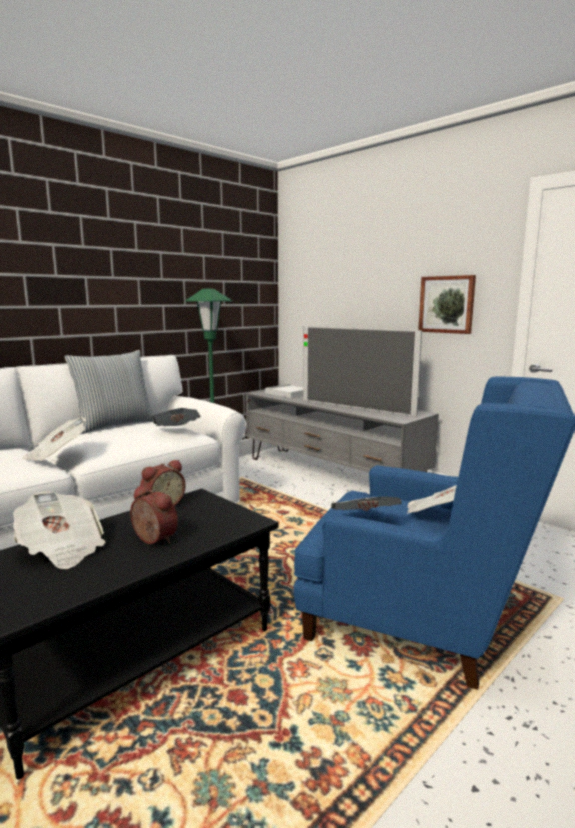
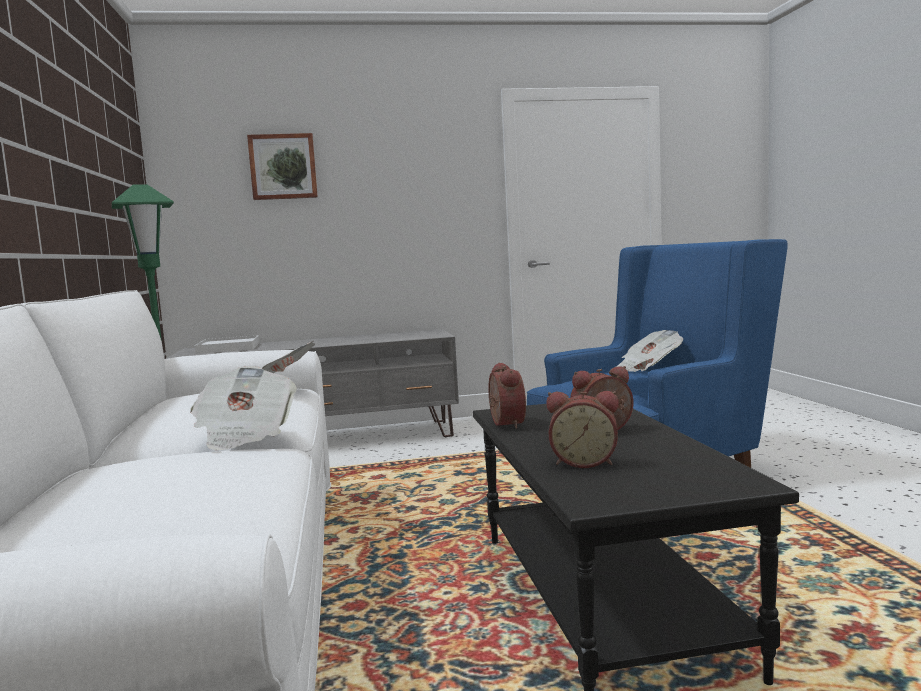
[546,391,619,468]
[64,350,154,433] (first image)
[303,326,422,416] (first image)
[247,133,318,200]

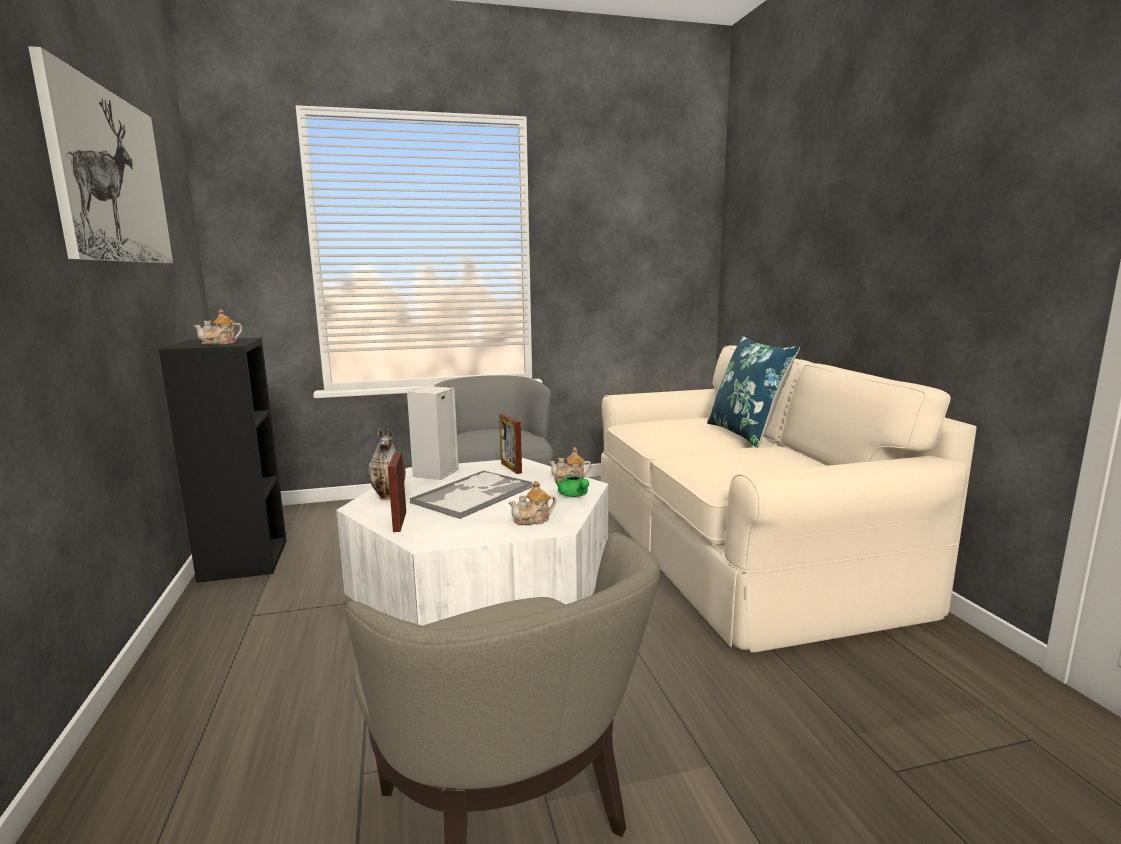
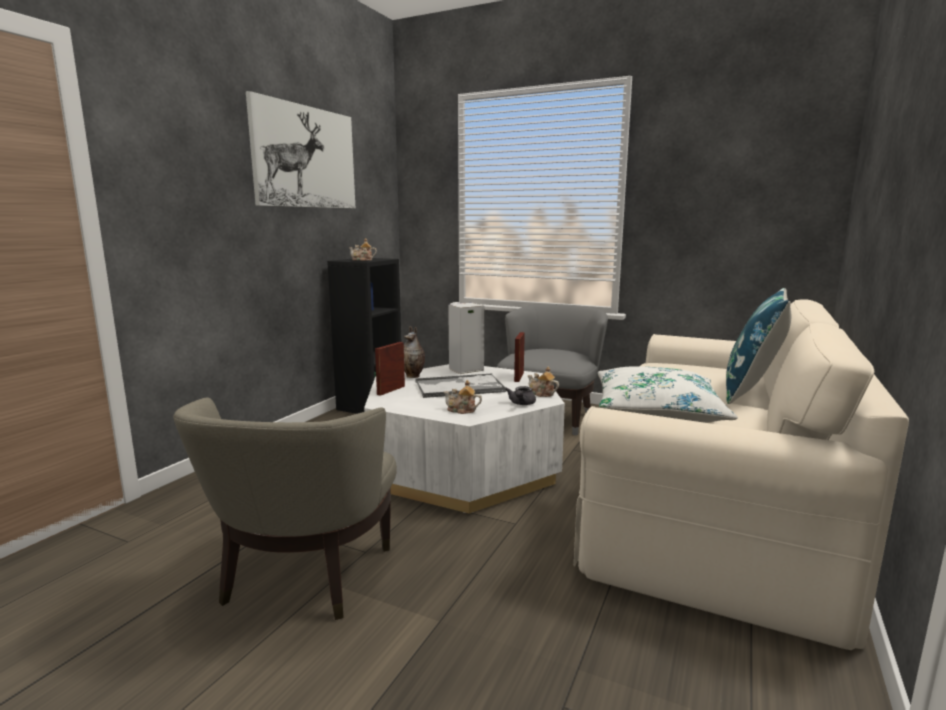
[505,386,536,405]
[598,366,738,423]

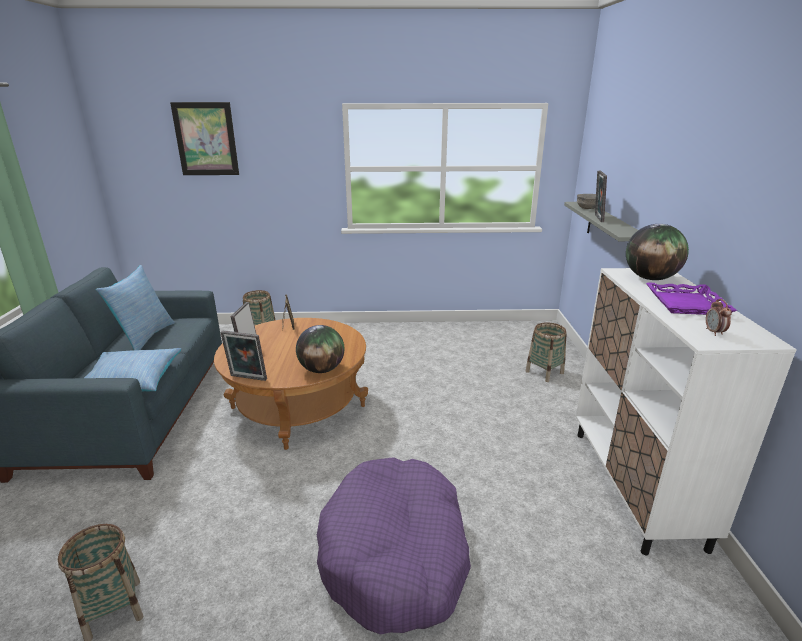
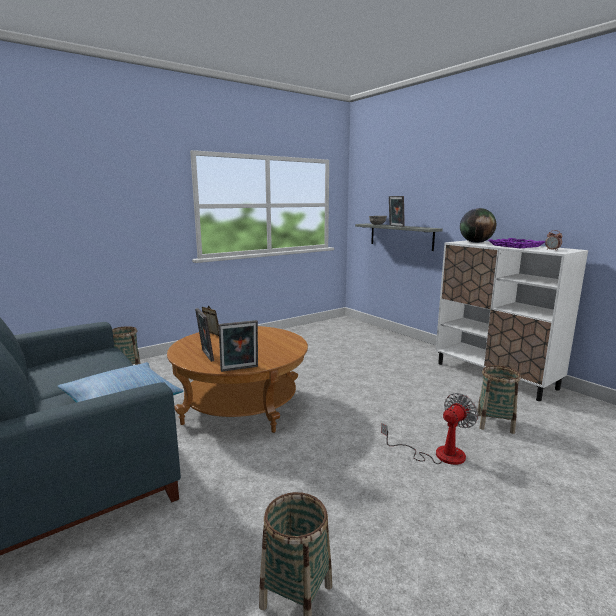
[96,265,175,350] (first image)
[170,102,239,175] (first image)
[296,325,344,373] (first image)
[381,393,478,465]
[477,365,521,434]

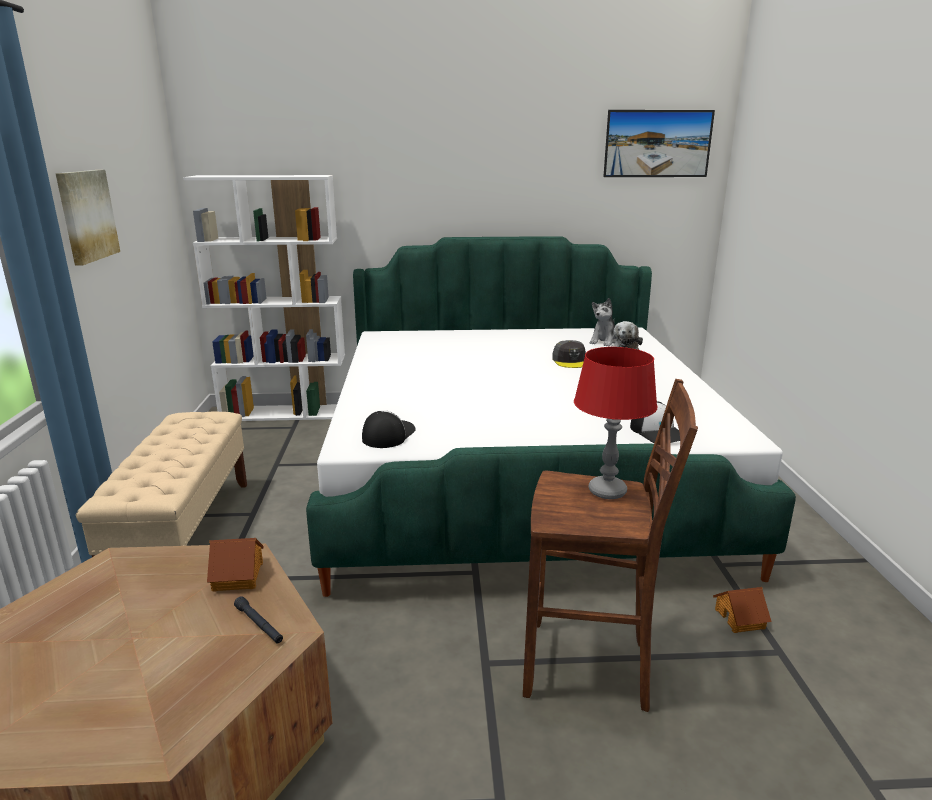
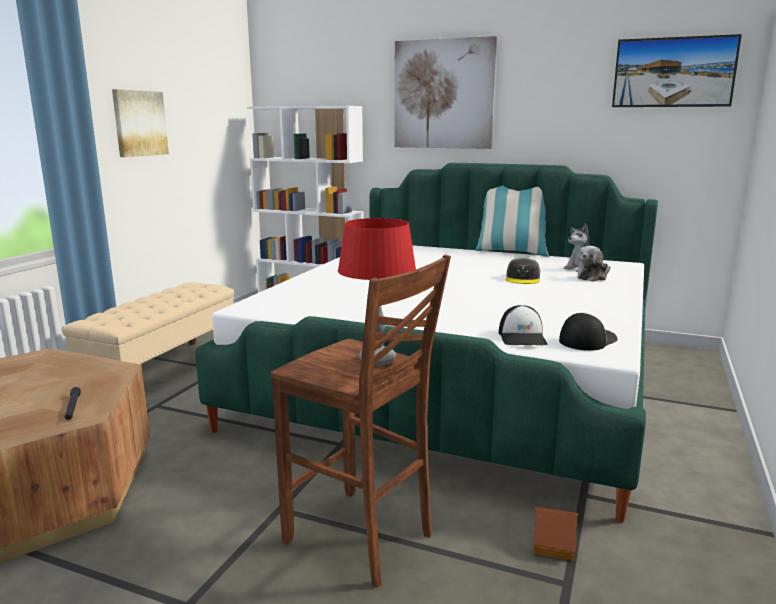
[207,538,264,591] (first image)
[559,313,618,351]
[394,36,497,149]
[476,185,549,257]

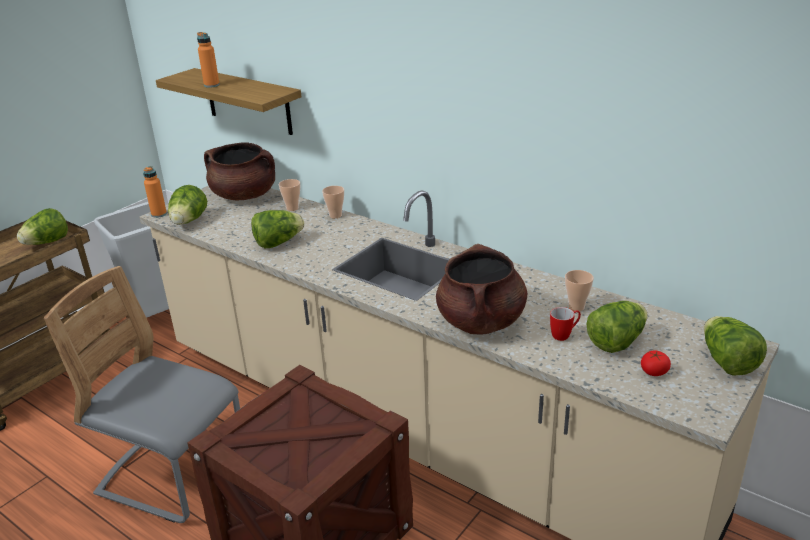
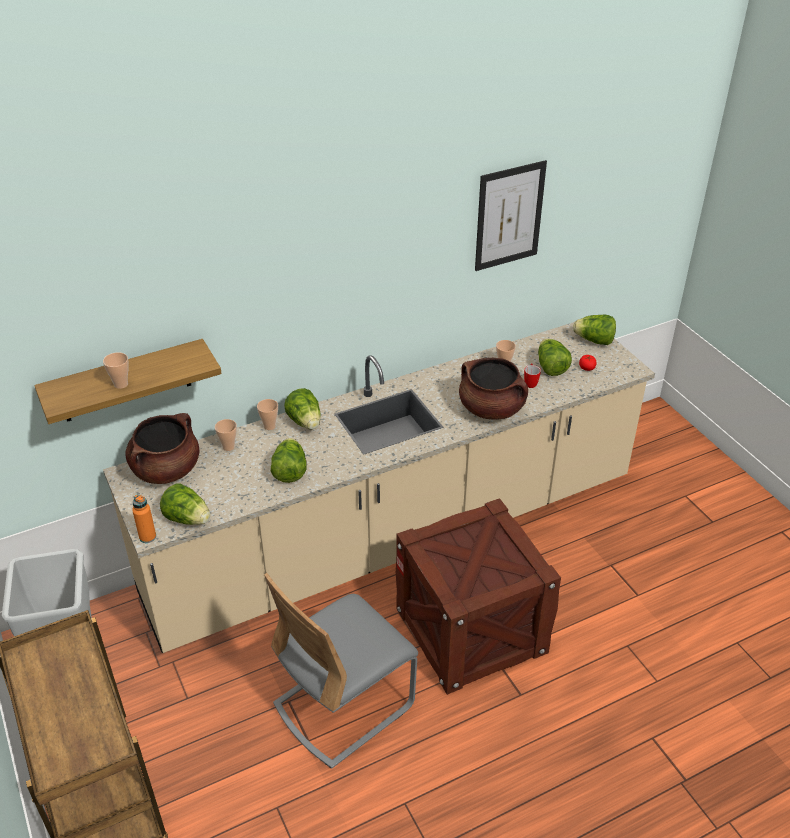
[284,388,321,430]
[103,352,129,389]
[475,160,547,271]

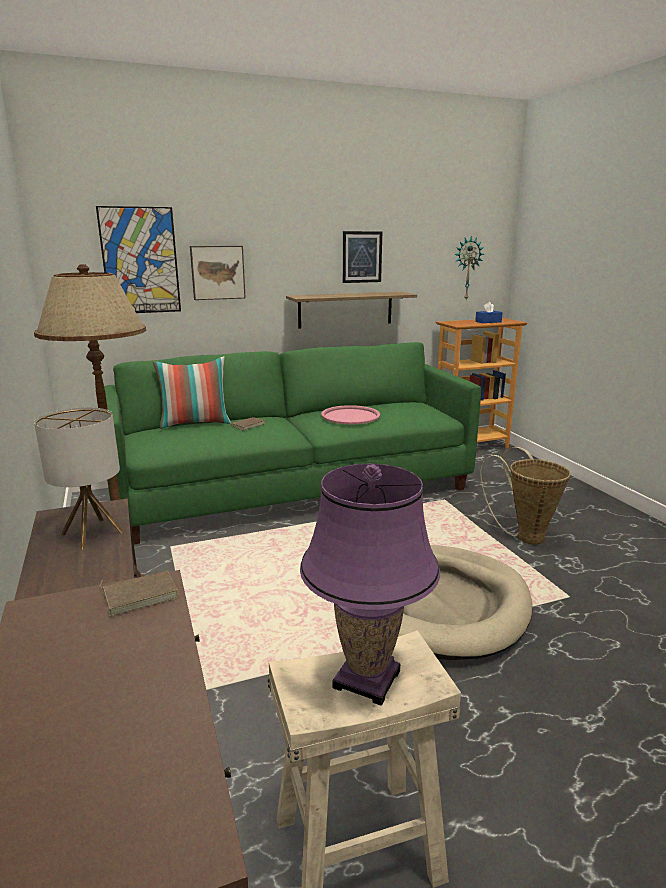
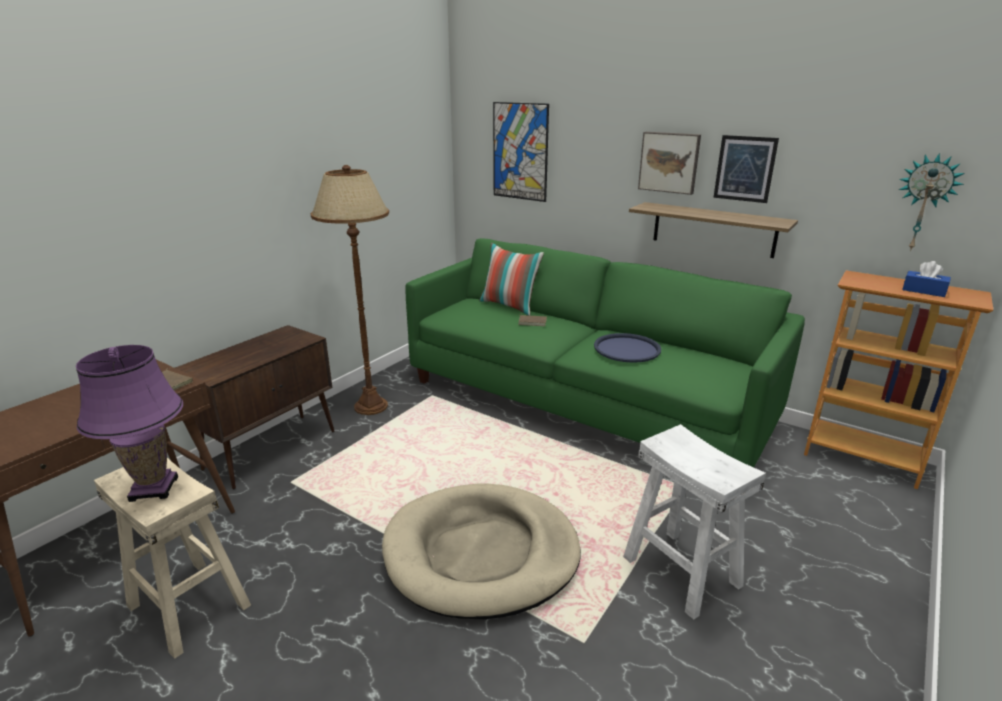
[34,408,124,549] (first image)
[638,132,701,195]
[594,333,661,363]
[623,424,766,620]

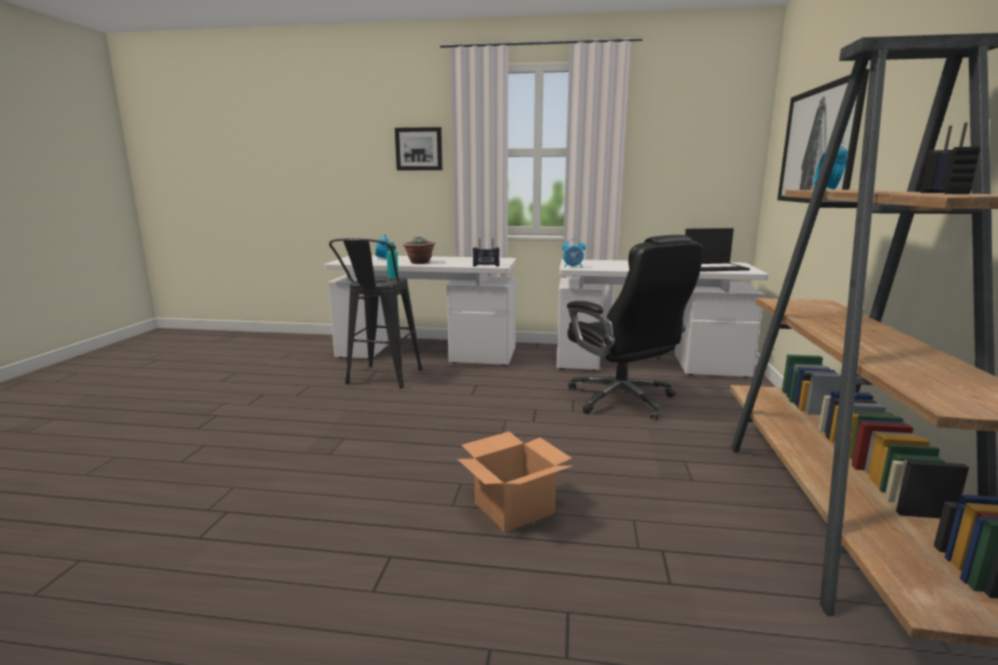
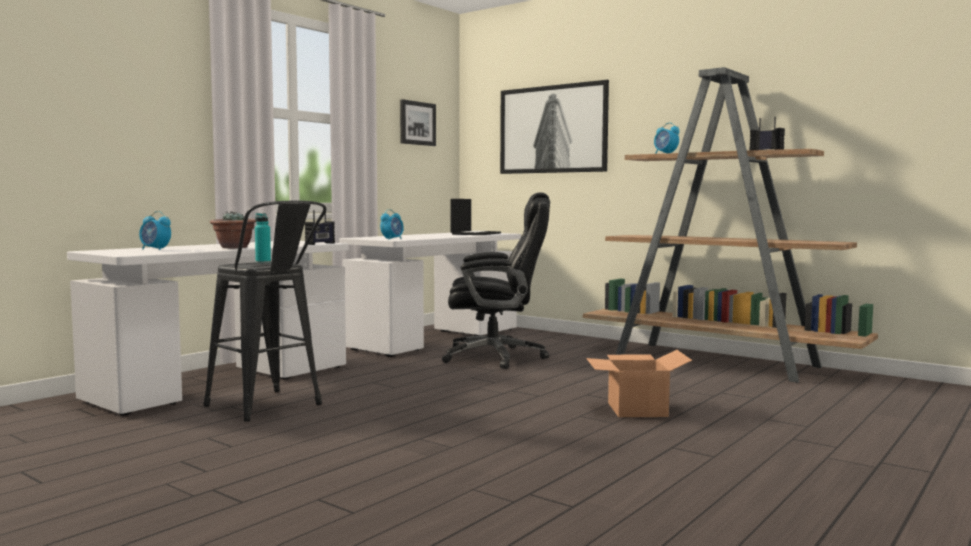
[400,99,436,146]

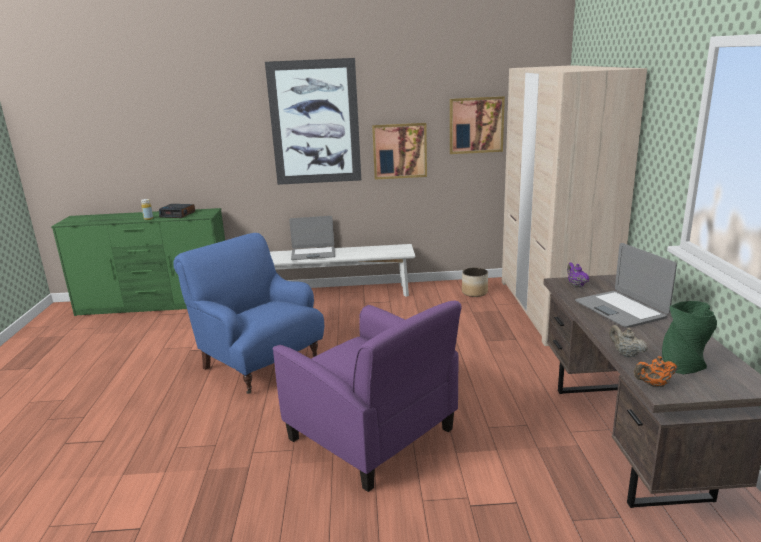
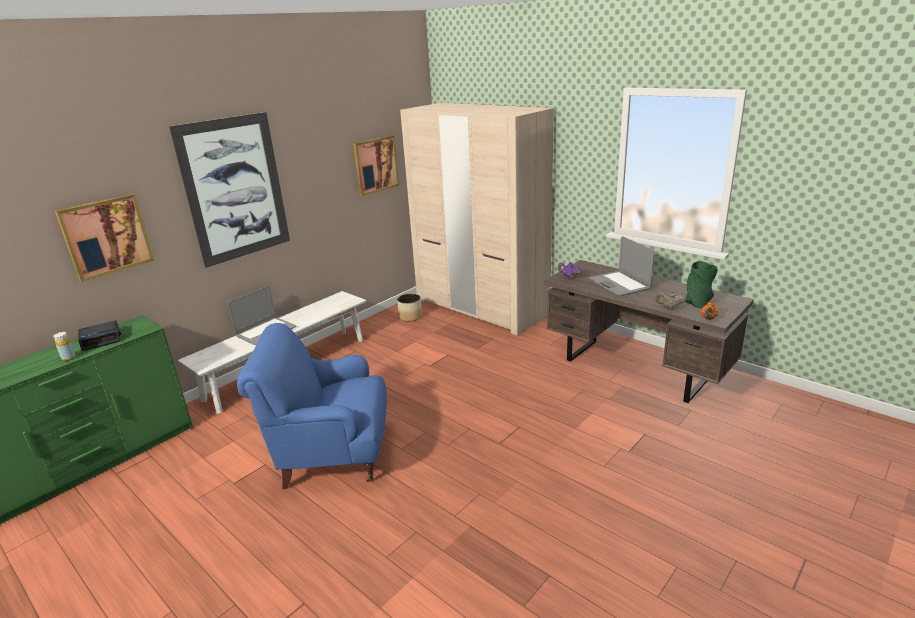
[273,301,462,492] (first image)
[55,194,154,282]
[589,236,655,296]

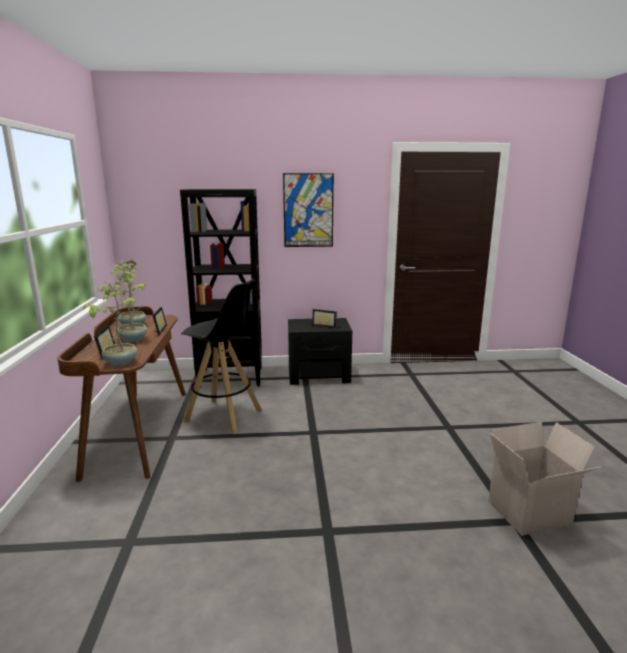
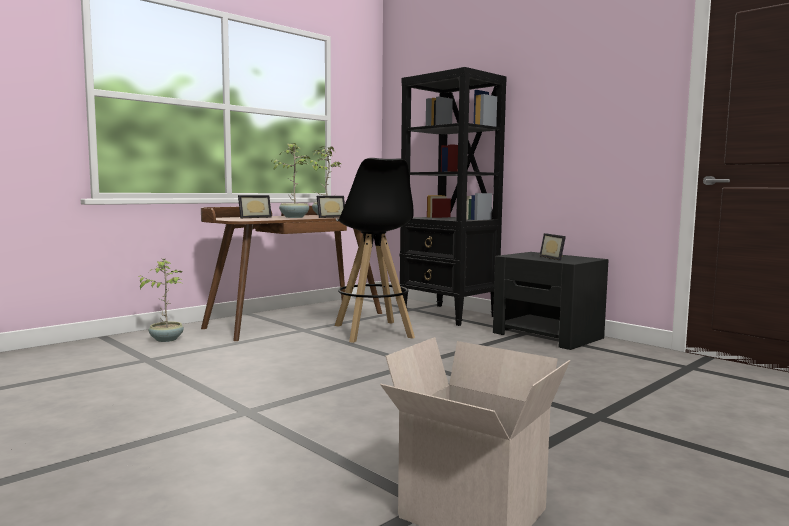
[137,259,184,342]
[283,173,334,247] (first image)

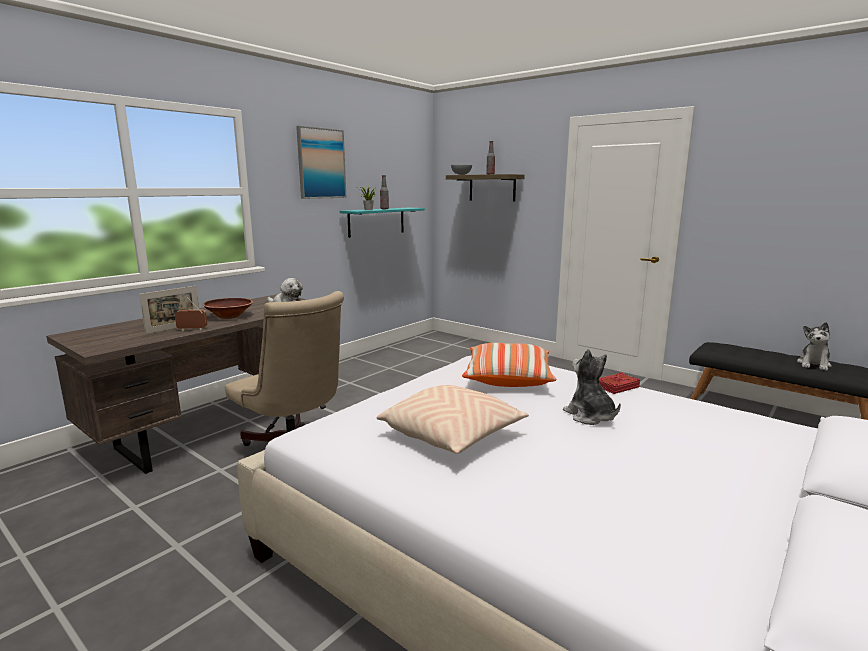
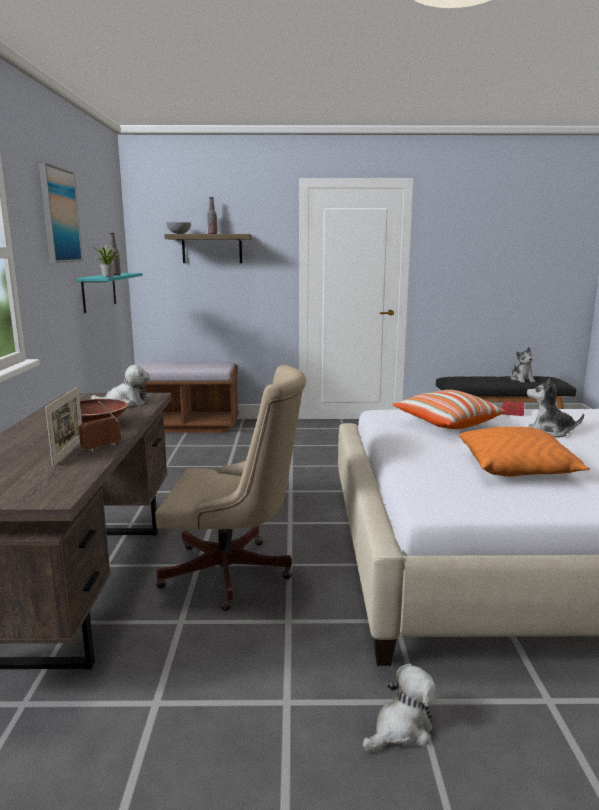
[459,427,590,476]
[138,362,239,433]
[363,664,437,753]

